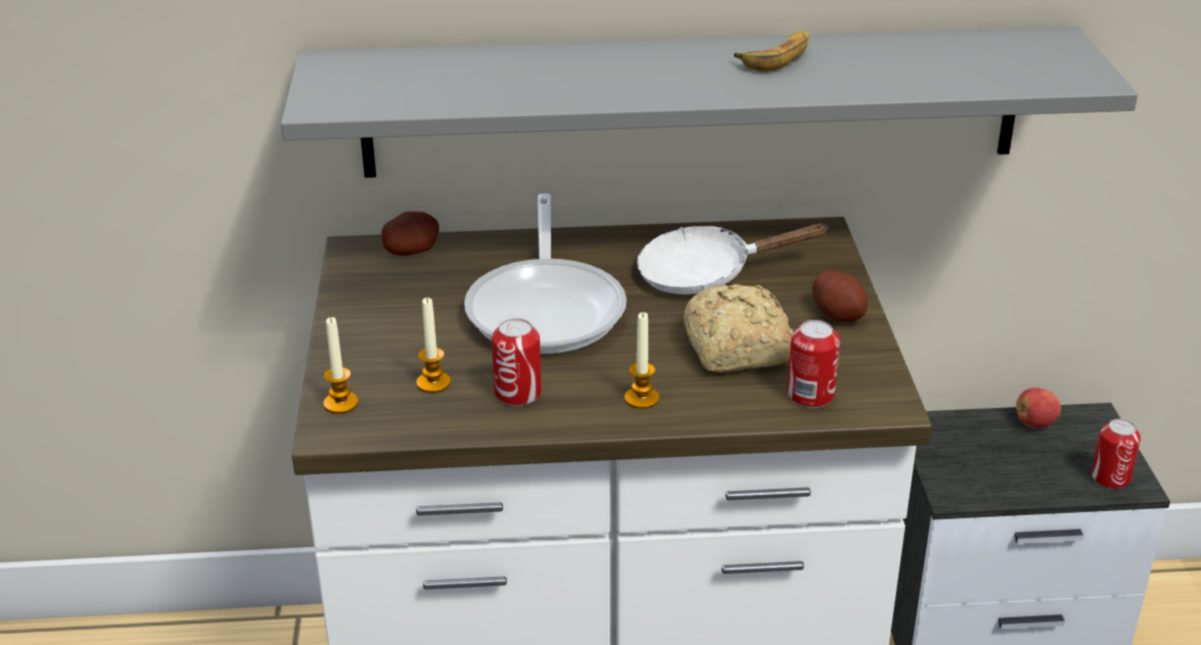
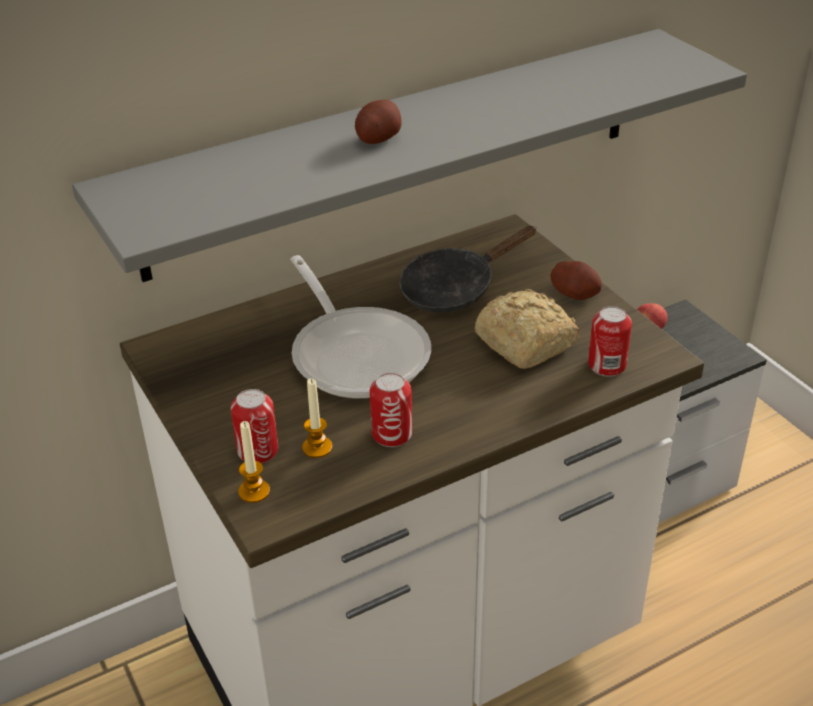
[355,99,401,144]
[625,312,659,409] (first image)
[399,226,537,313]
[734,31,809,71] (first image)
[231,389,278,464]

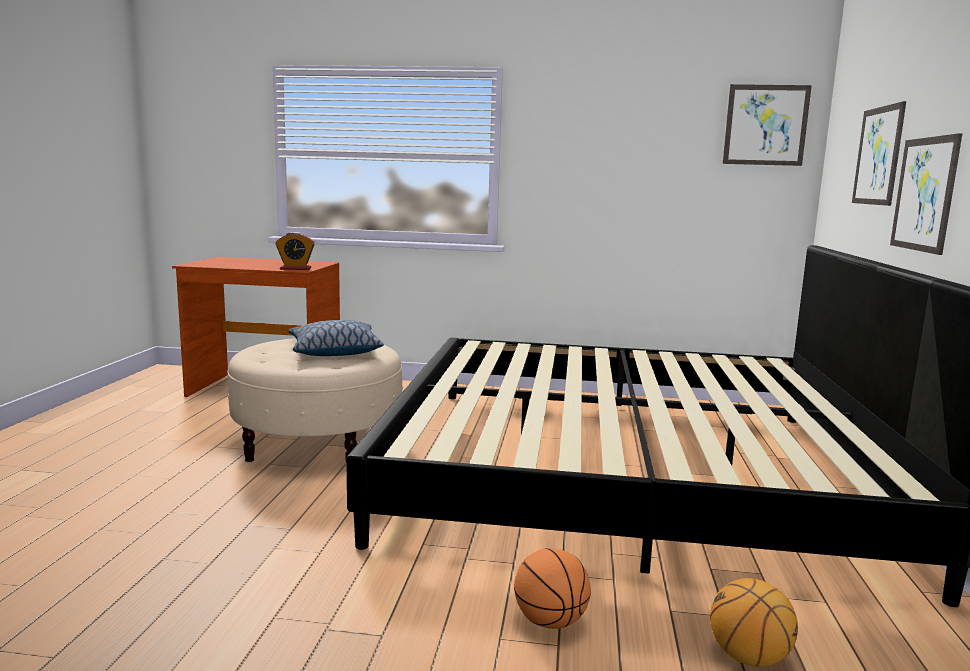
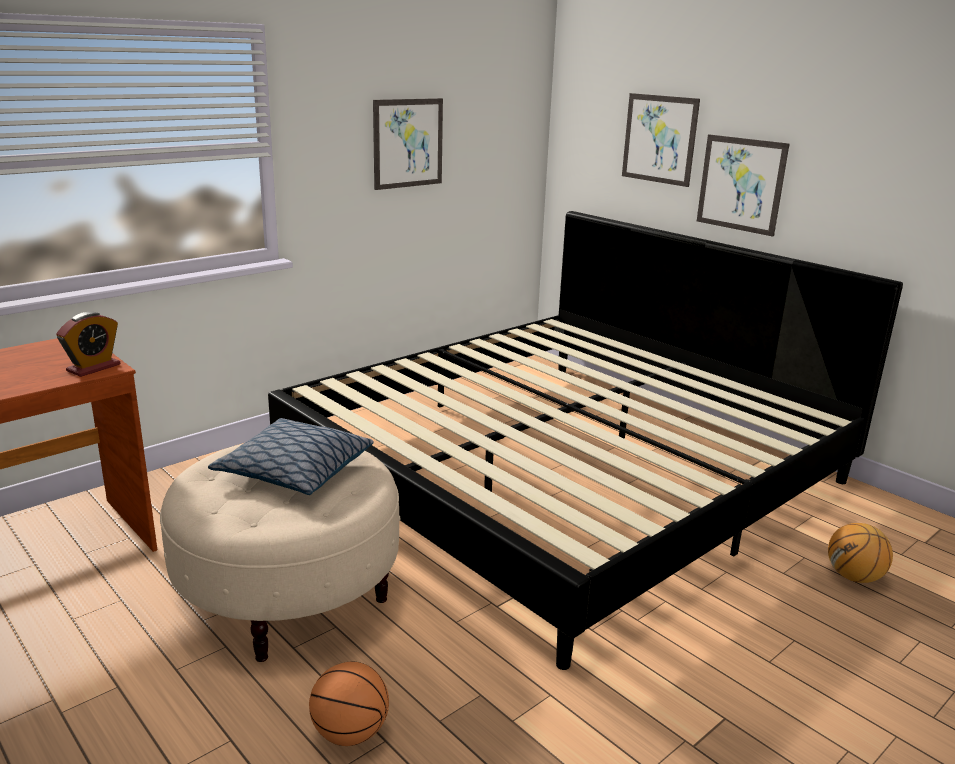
[309,662,389,746]
[373,98,443,190]

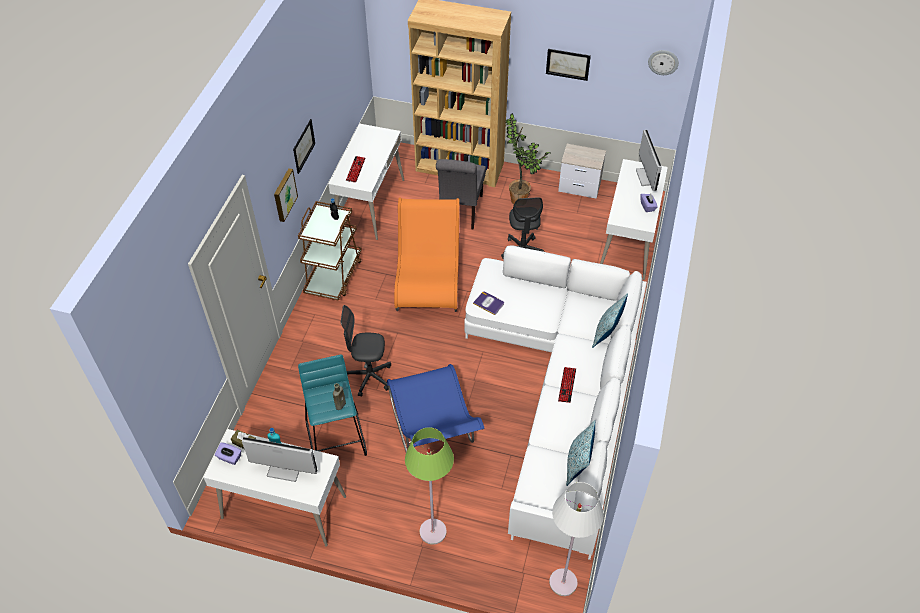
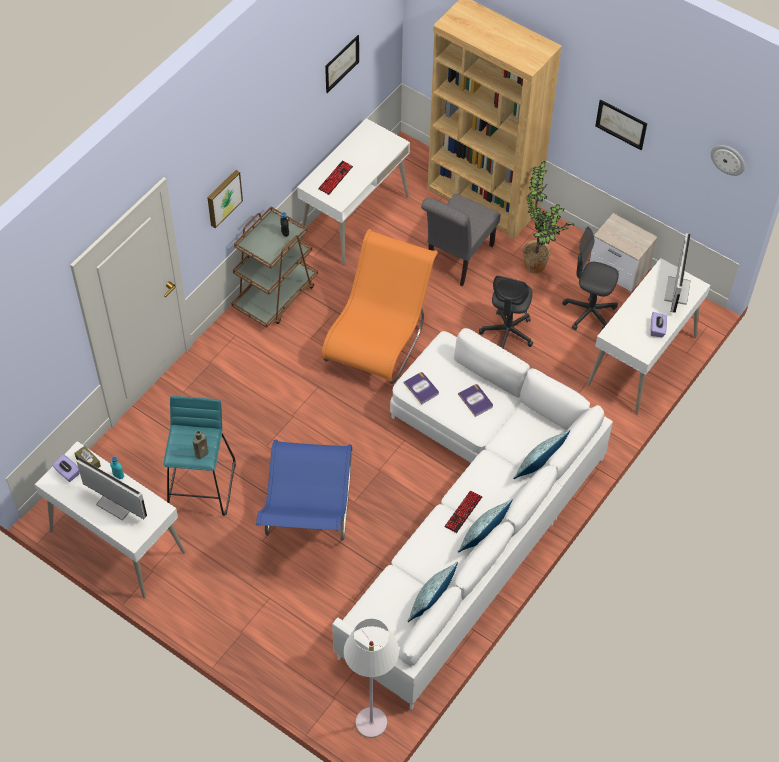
[325,35,359,93]
[562,226,619,330]
[405,427,454,545] (first image)
[458,384,493,417]
[458,499,513,553]

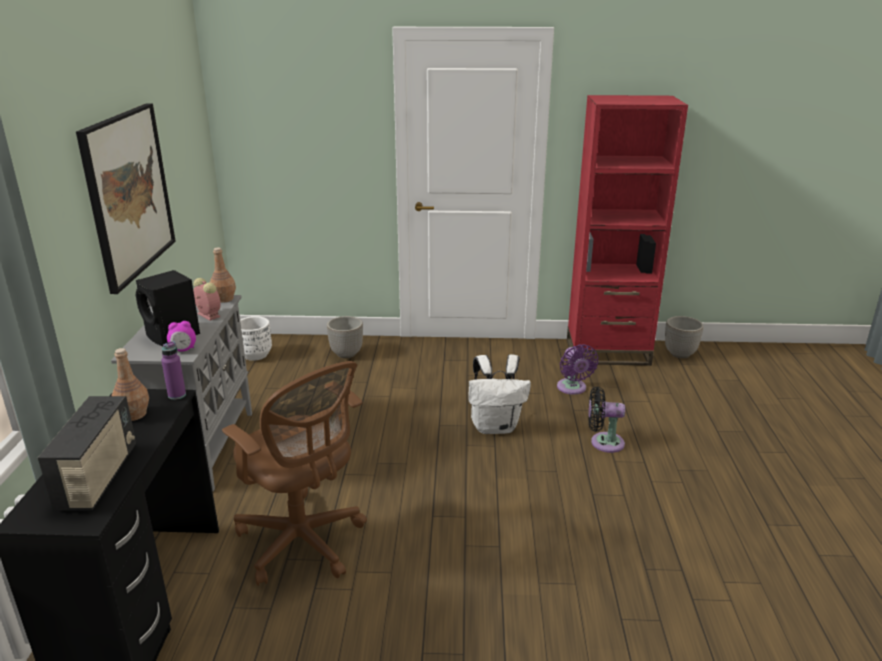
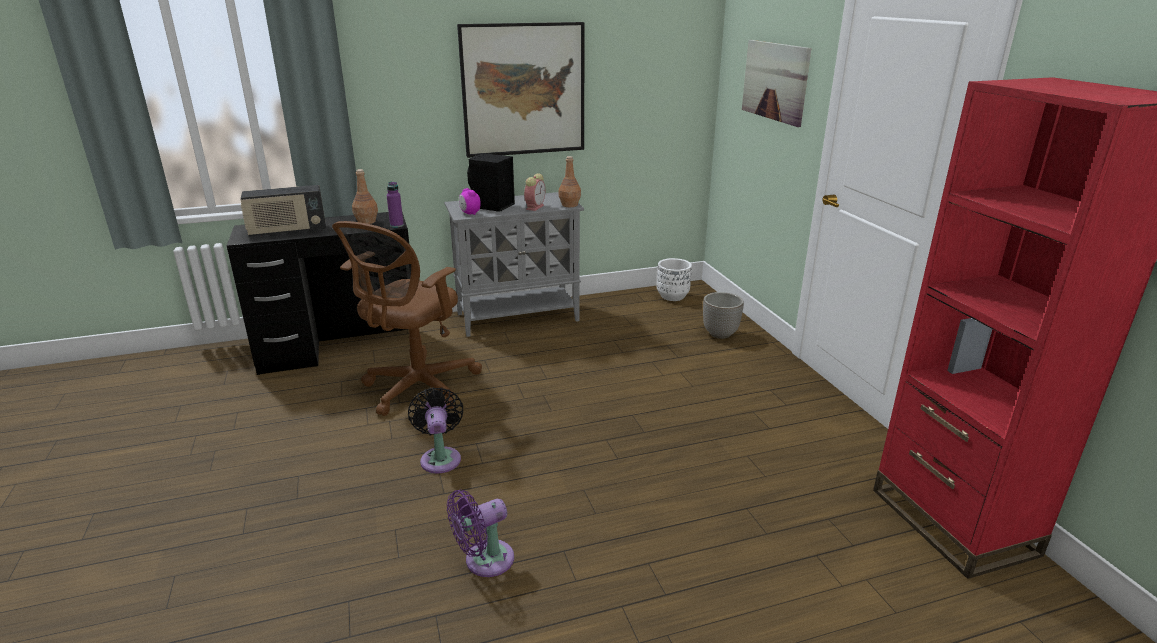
[468,355,531,434] (first image)
[447,490,514,577]
[408,387,463,473]
[665,316,704,358] (first image)
[742,40,811,127]

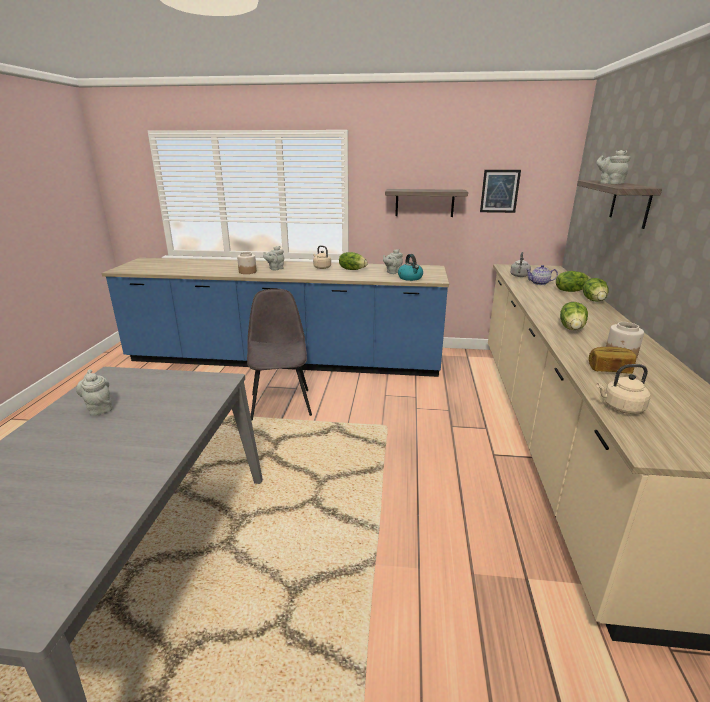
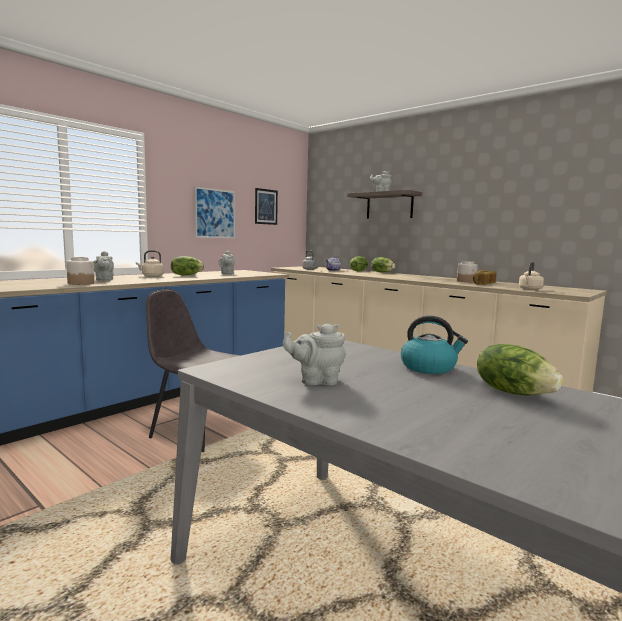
[194,187,235,238]
[401,316,468,374]
[477,344,563,395]

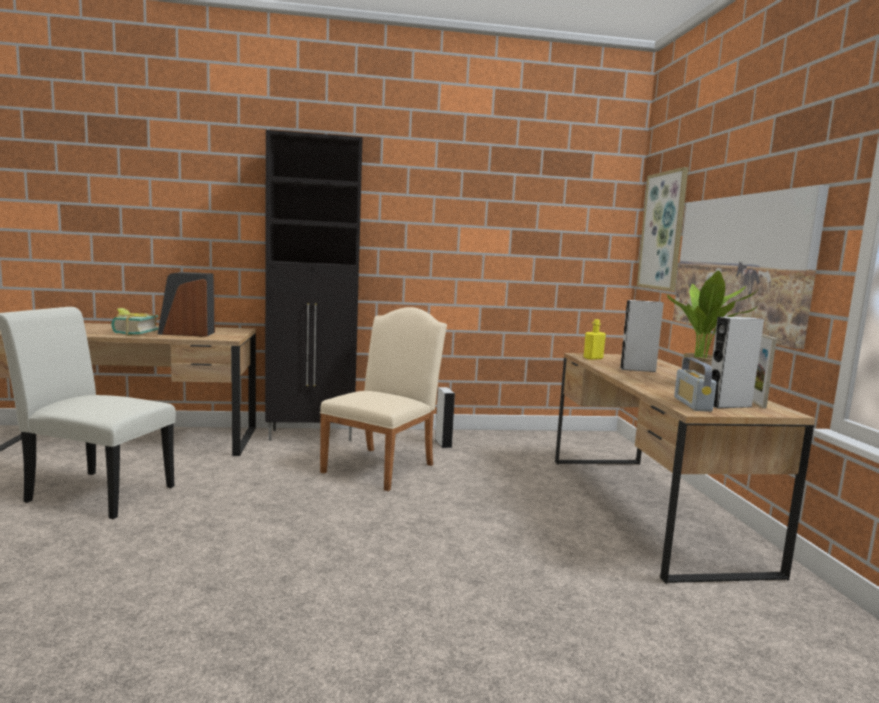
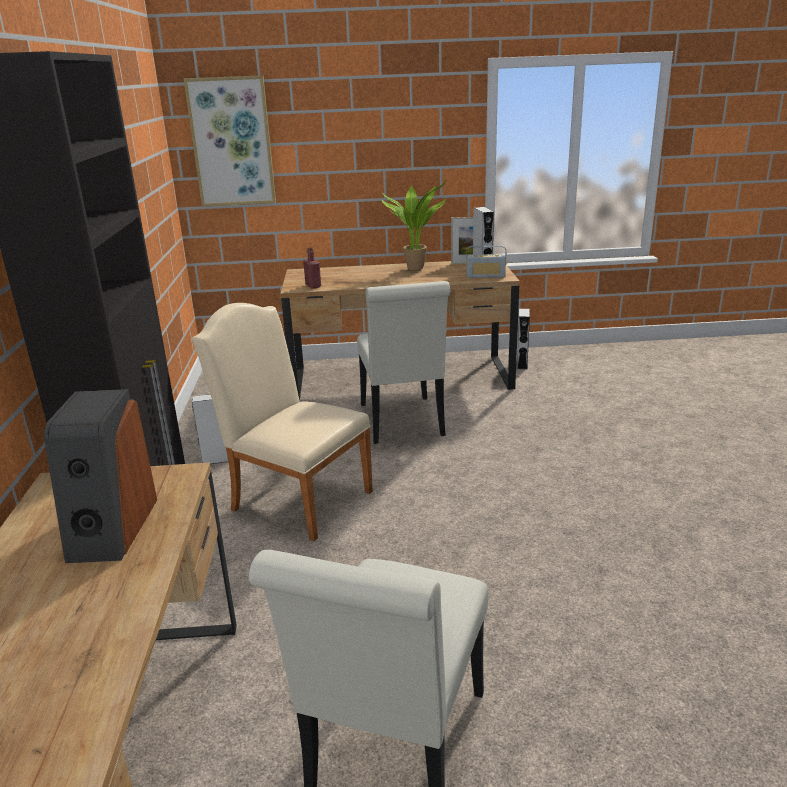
[111,308,159,336] (first image)
[303,247,321,289]
[517,308,530,369]
[673,185,829,349] (first image)
[357,281,450,444]

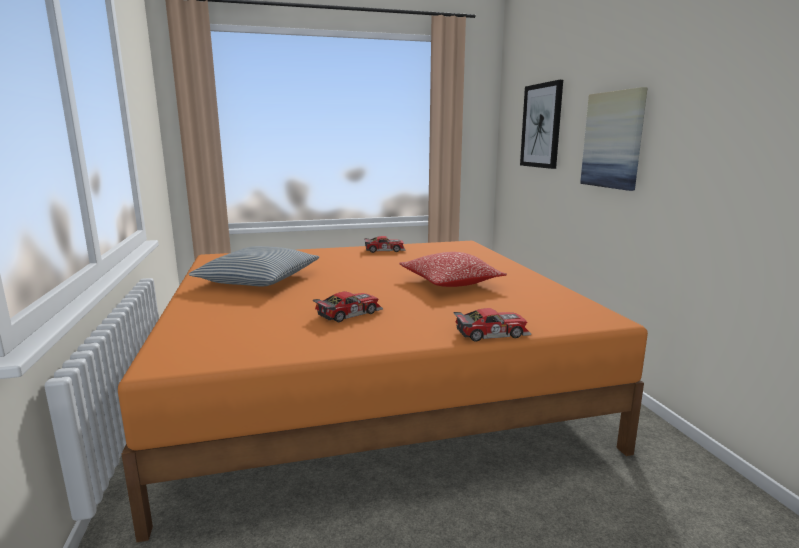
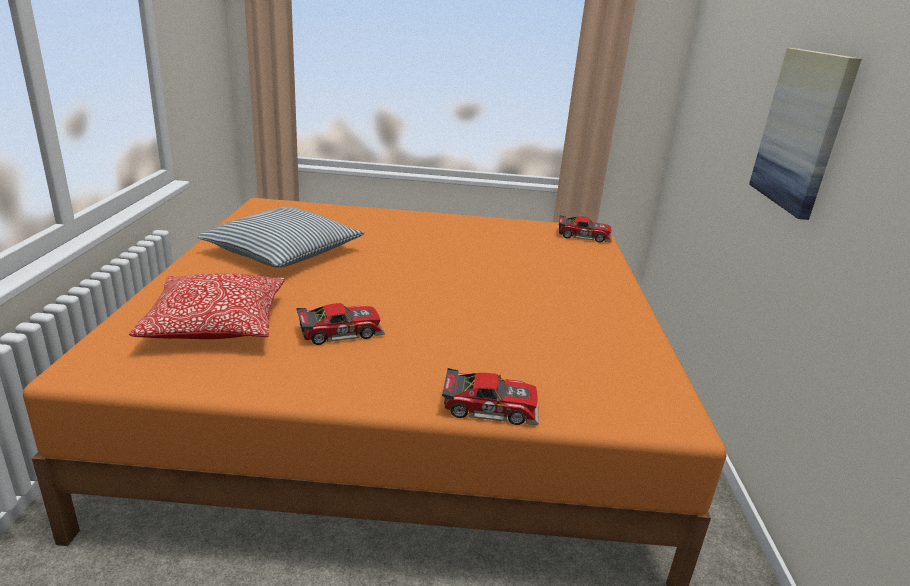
[559,215,612,243]
[129,273,285,339]
[520,80,563,169] (first image)

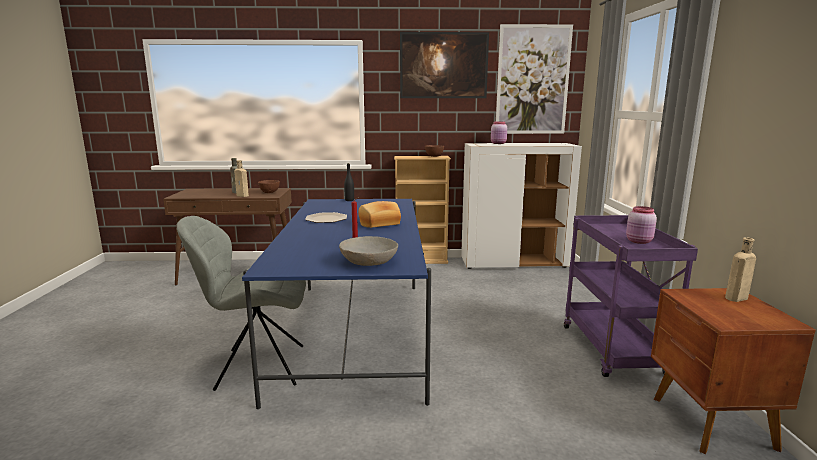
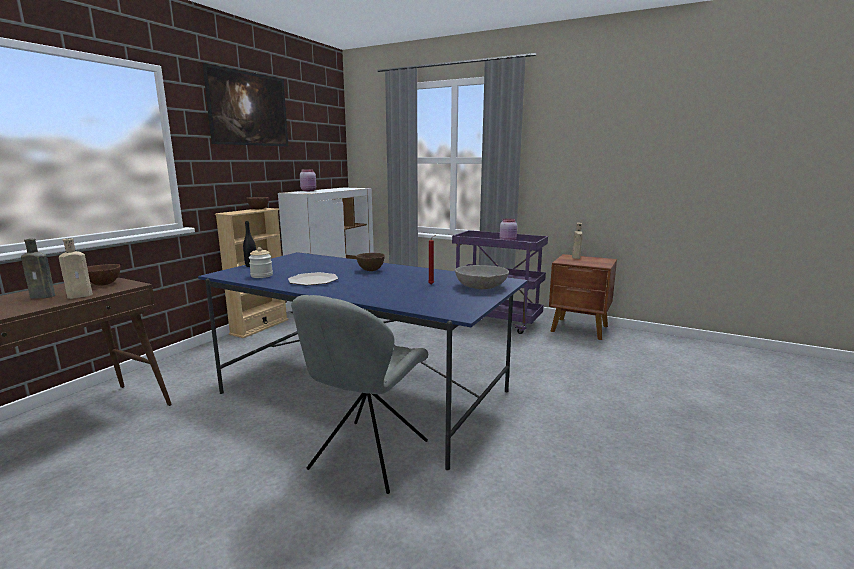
[356,253,385,271]
[496,24,573,134] (first image)
[249,247,273,278]

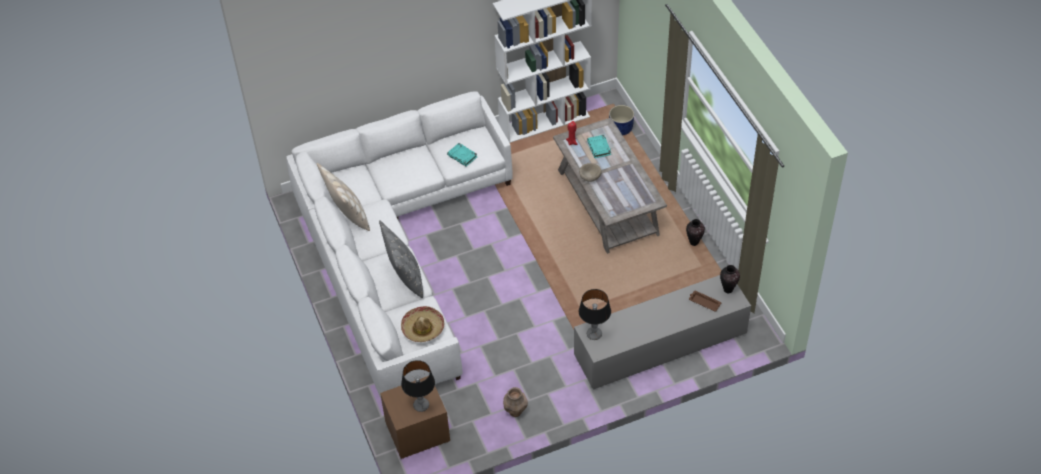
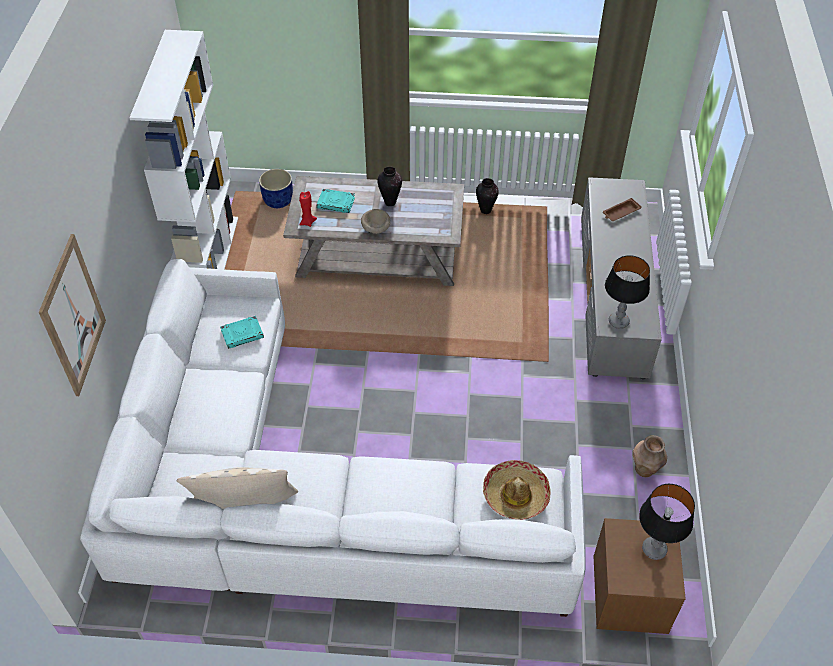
[379,220,423,298] (first image)
[377,166,402,206]
[39,234,106,396]

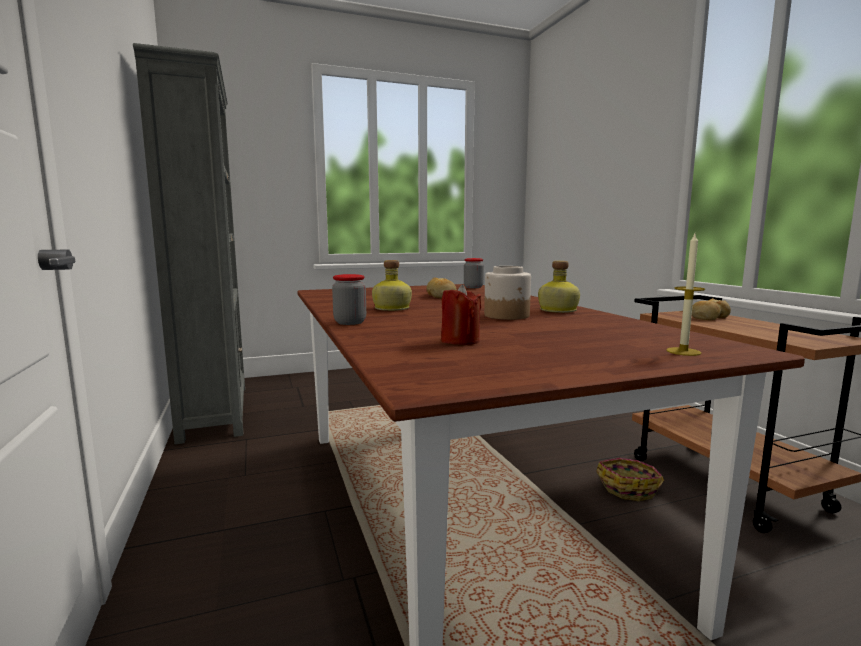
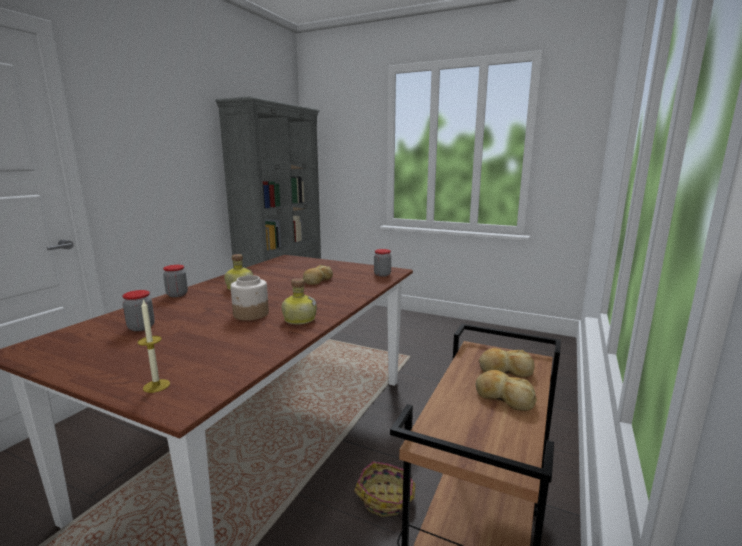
[122,290,155,331]
[476,370,537,411]

